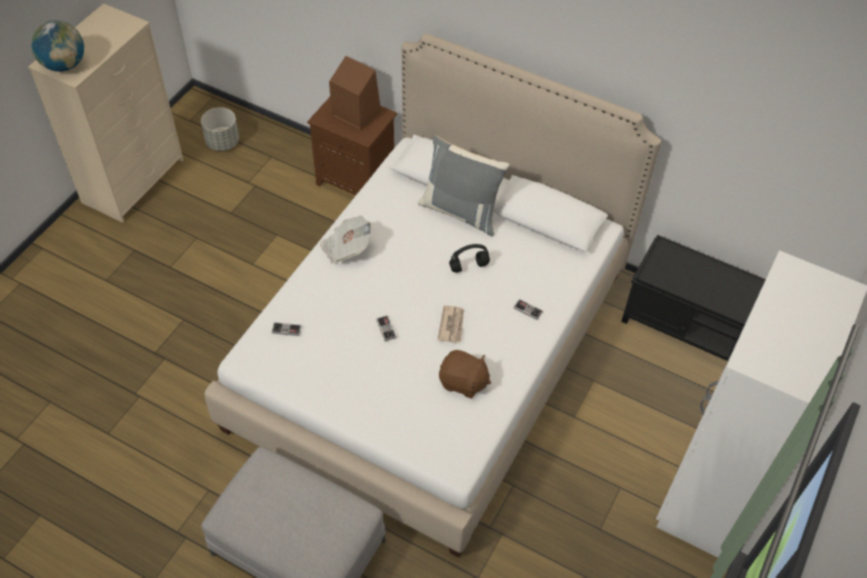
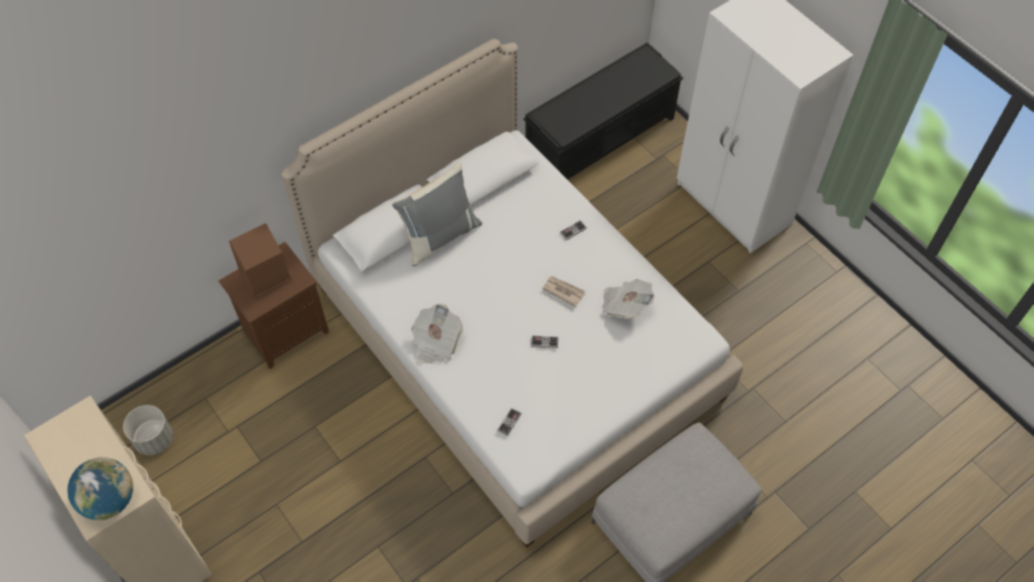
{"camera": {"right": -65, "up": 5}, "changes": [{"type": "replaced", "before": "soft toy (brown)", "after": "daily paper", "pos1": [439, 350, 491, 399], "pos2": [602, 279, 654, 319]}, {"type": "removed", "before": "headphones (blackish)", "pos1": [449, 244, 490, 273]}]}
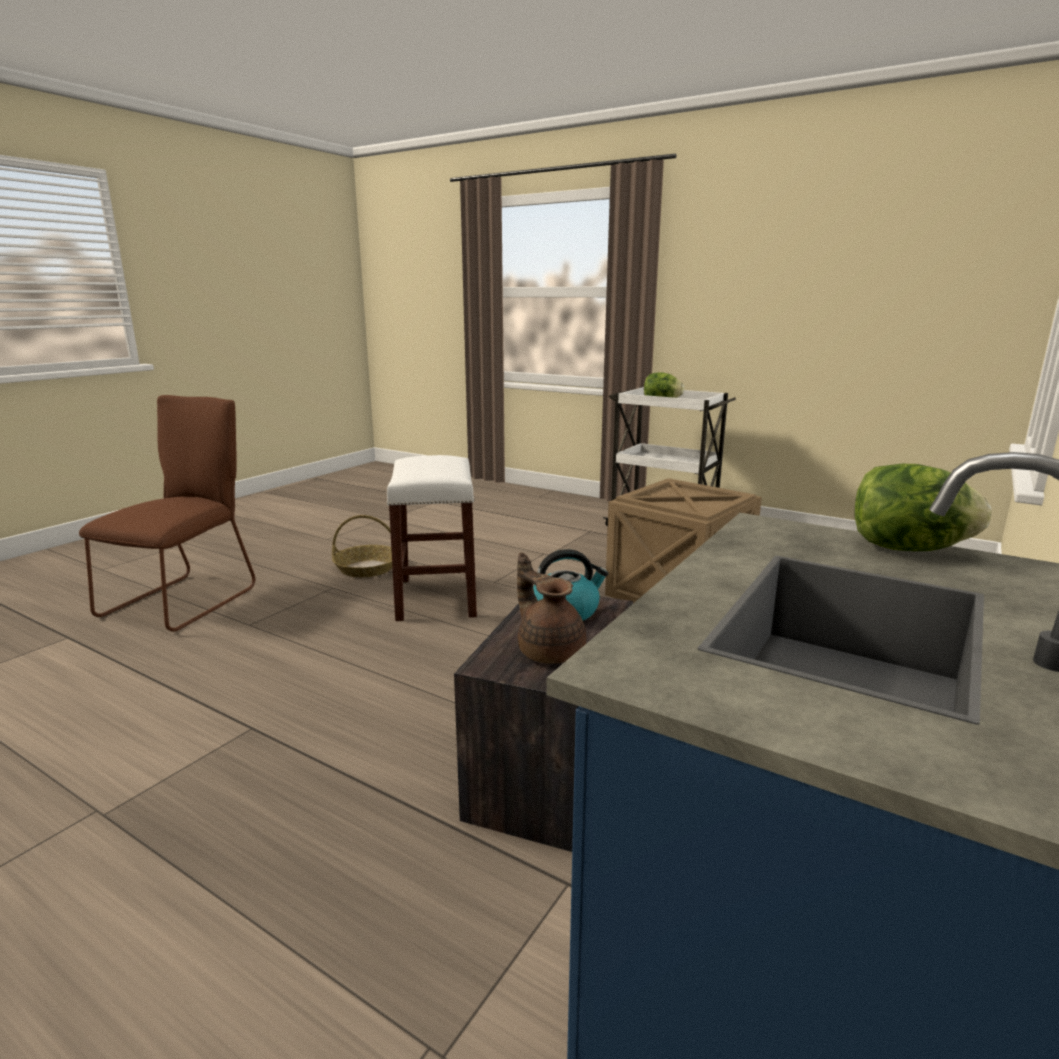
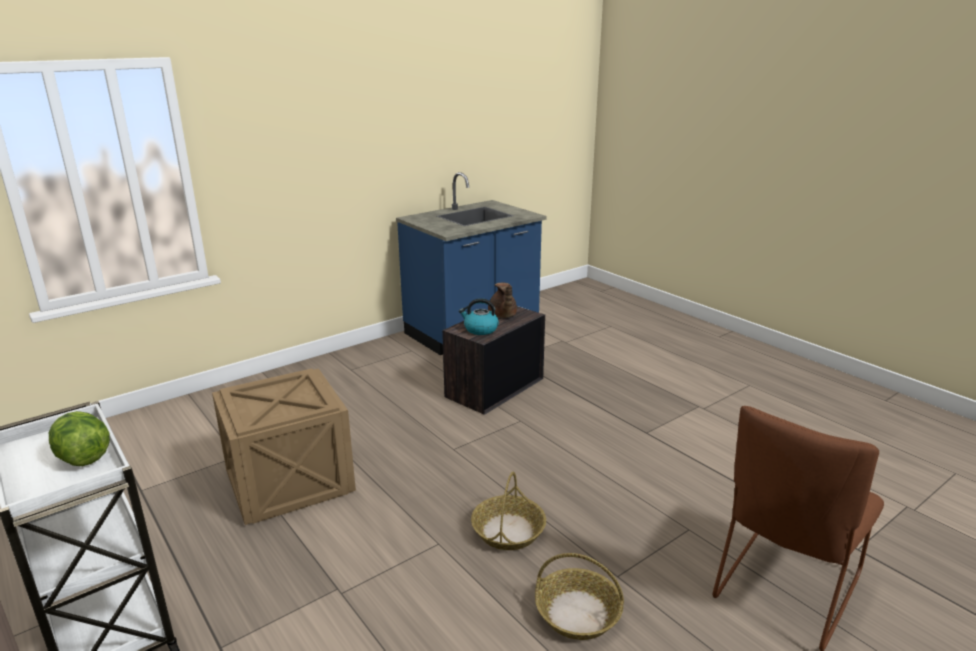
{"camera": {"right": -160, "up": 5}, "changes": [{"type": "replaced", "before": "sitting stool (whitish)", "after": "storage basket", "pos1": [386, 455, 477, 621], "pos2": [471, 472, 546, 550]}, {"type": "removed", "before": "lettuce head", "pos1": [855, 464, 991, 551]}]}
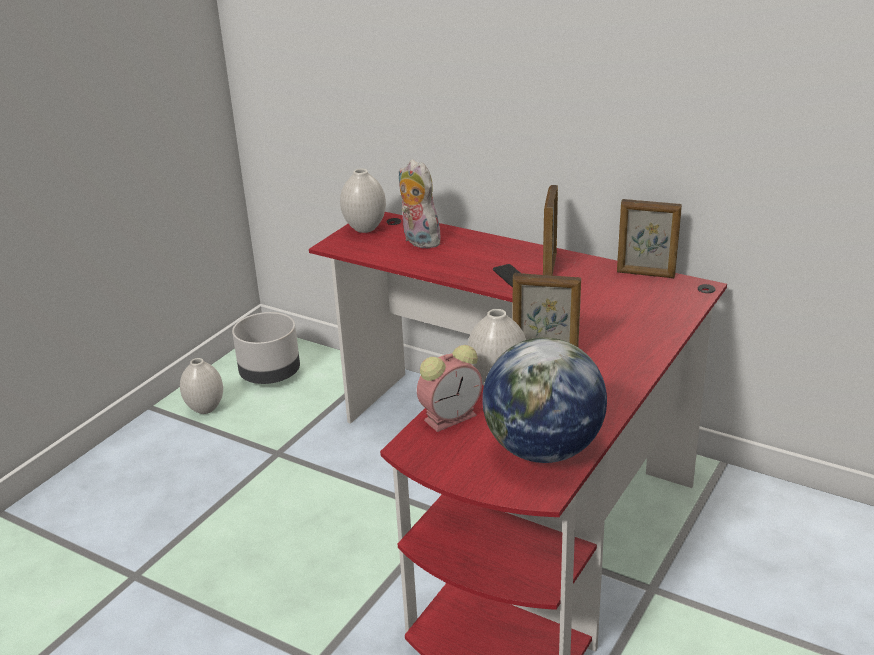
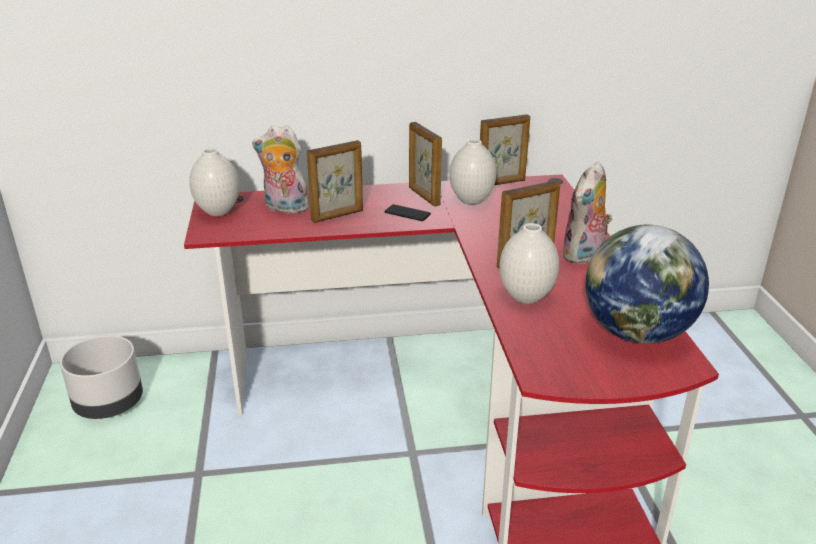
{"camera": {"right": -40, "up": 0}, "changes": [{"type": "moved", "before": "flower vase (whitish)", "pos1": [180, 358, 223, 414], "pos2": [449, 139, 496, 205]}, {"type": "removed", "before": "alarm clock", "pos1": [417, 345, 482, 432]}, {"type": "added", "after": "standing frame", "pos2": [307, 140, 363, 223]}, {"type": "added", "after": "soft toy", "pos2": [561, 161, 612, 265]}]}
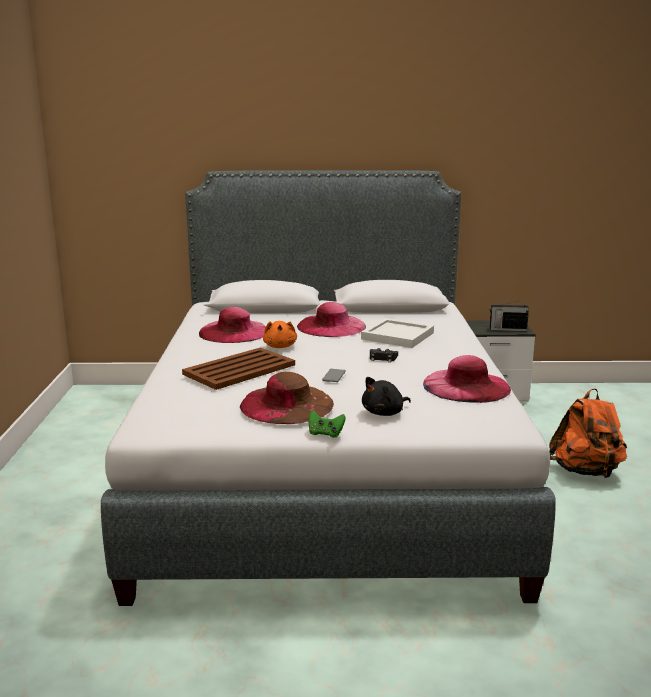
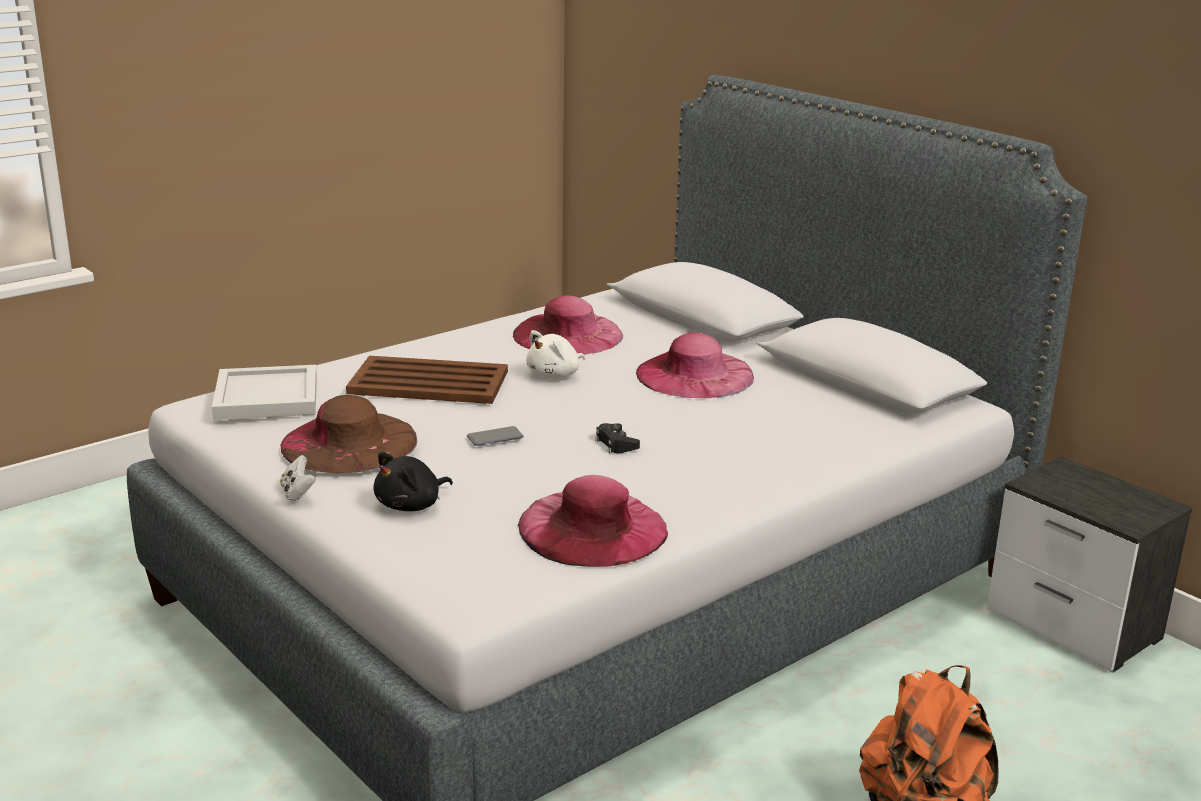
{"camera": {"right": 50, "up": 5}, "changes": [{"type": "recoloured", "before": "soft toy (orange)", "after": "soft toy (whitish)", "pos1": [263, 321, 297, 348], "pos2": [526, 330, 585, 378]}, {"type": "recoloured", "before": "gamepad (green-coloured)", "after": "gamepad (whitish)", "pos1": [309, 410, 346, 438], "pos2": [280, 455, 316, 501]}, {"type": "moved", "before": "serving tray (whitish)", "pos1": [361, 318, 434, 348], "pos2": [212, 365, 317, 420]}, {"type": "turned", "before": "soft toy (blackish)", "pos1": [362, 377, 411, 416], "pos2": [373, 452, 453, 511], "turn": -60}, {"type": "removed", "before": "radio set", "pos1": [490, 301, 529, 331]}]}
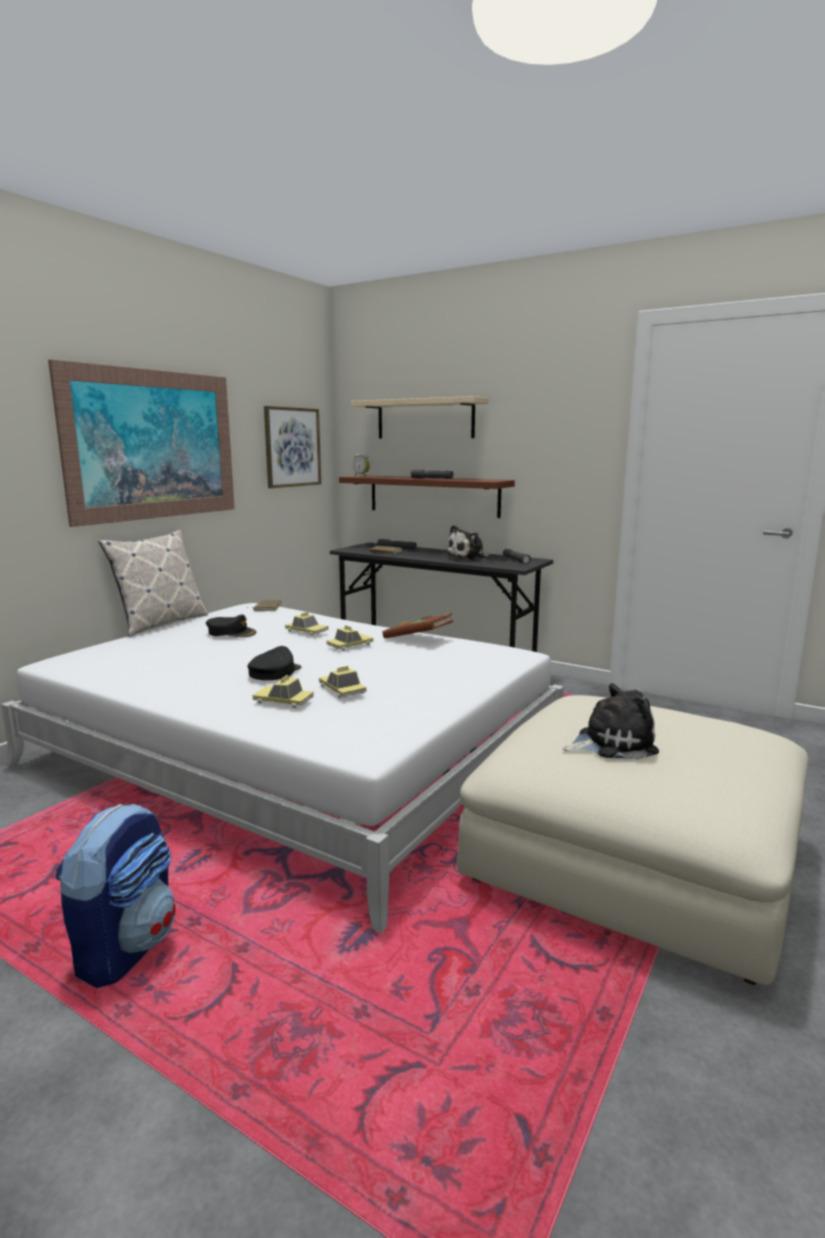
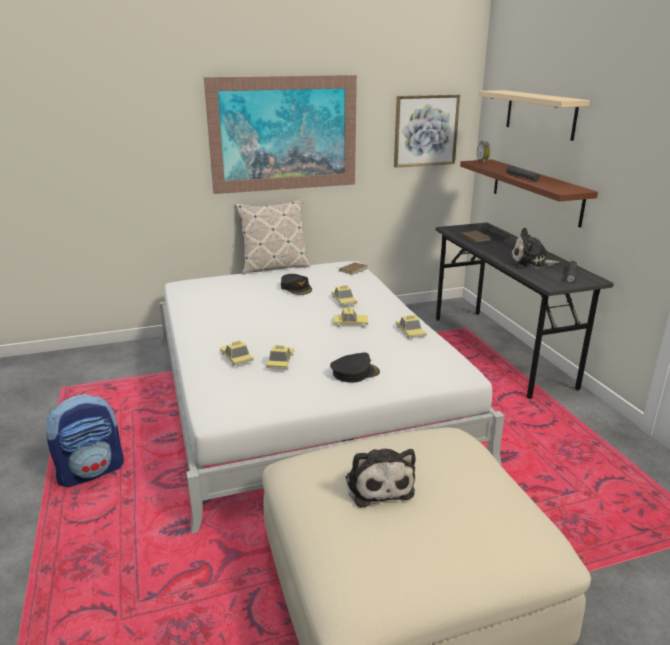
{"camera": {"right": 40, "up": 10}, "changes": [{"type": "moved", "before": "baseball cap (blackish)", "pos1": [247, 646, 301, 680], "pos2": [330, 352, 380, 383]}, {"type": "replaced", "before": "book (brown)", "after": "model car", "pos1": [382, 613, 453, 638], "pos2": [396, 315, 427, 339]}, {"type": "turned", "before": "soft toy", "pos1": [563, 683, 659, 759], "pos2": [346, 449, 416, 507], "turn": 45}]}
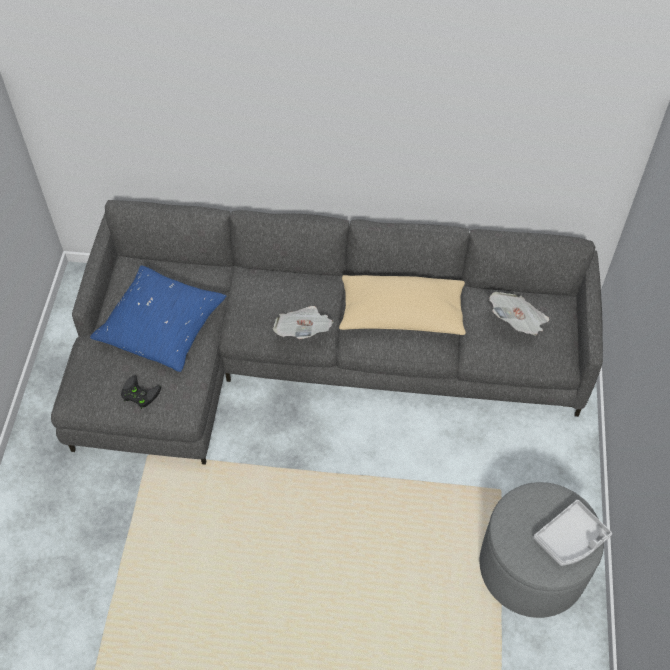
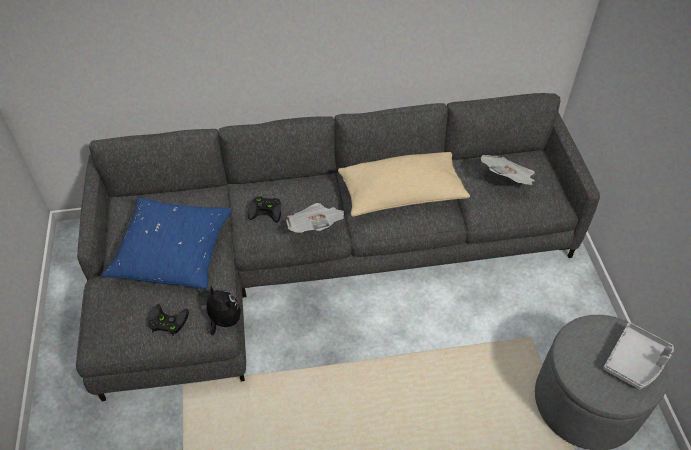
{"camera": {"right": -15, "up": -5}, "changes": [{"type": "added", "after": "soft toy", "pos2": [201, 286, 241, 335]}, {"type": "added", "after": "gamepad (blackish)", "pos2": [248, 197, 281, 223]}]}
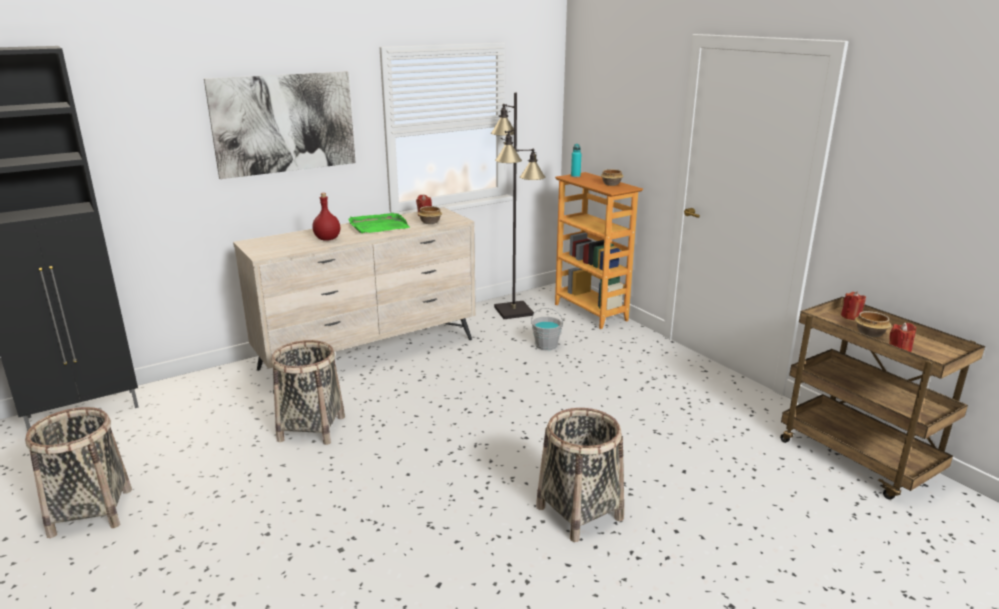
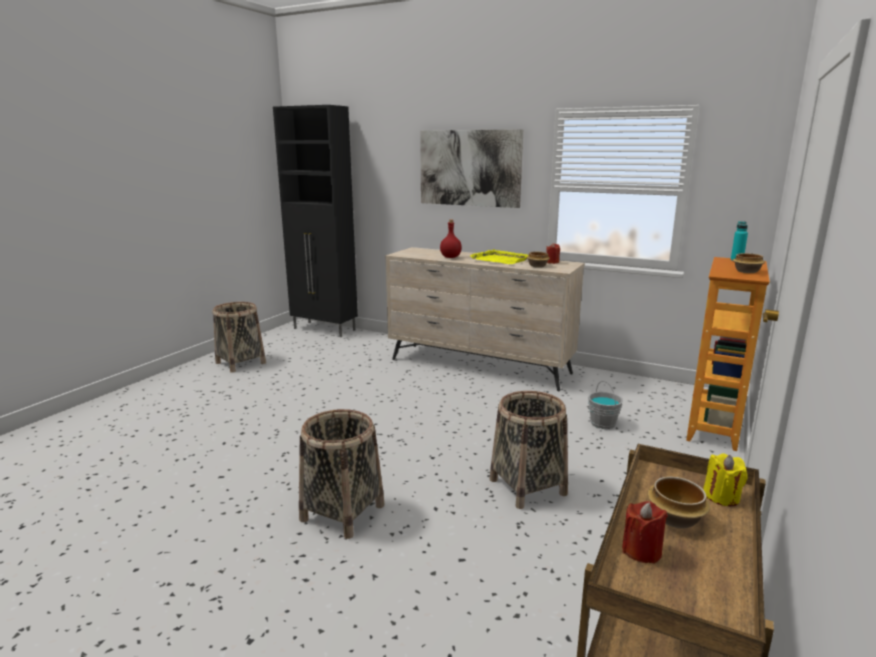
{"camera": {"right": 60, "up": -5}, "changes": [{"type": "moved", "before": "storage basket", "pos1": [271, 340, 345, 445], "pos2": [490, 391, 568, 509]}, {"type": "recoloured", "before": "serving tray (green-coloured)", "after": "serving tray (yellow-coloured)", "pos1": [348, 213, 410, 233], "pos2": [470, 249, 529, 264]}, {"type": "removed", "before": "standing lamp (blackish)", "pos1": [491, 93, 546, 319]}, {"type": "recoloured", "before": "wax candle (reddish)", "after": "wax candle (yellow-coloured)", "pos1": [841, 291, 866, 320], "pos2": [703, 454, 748, 506]}]}
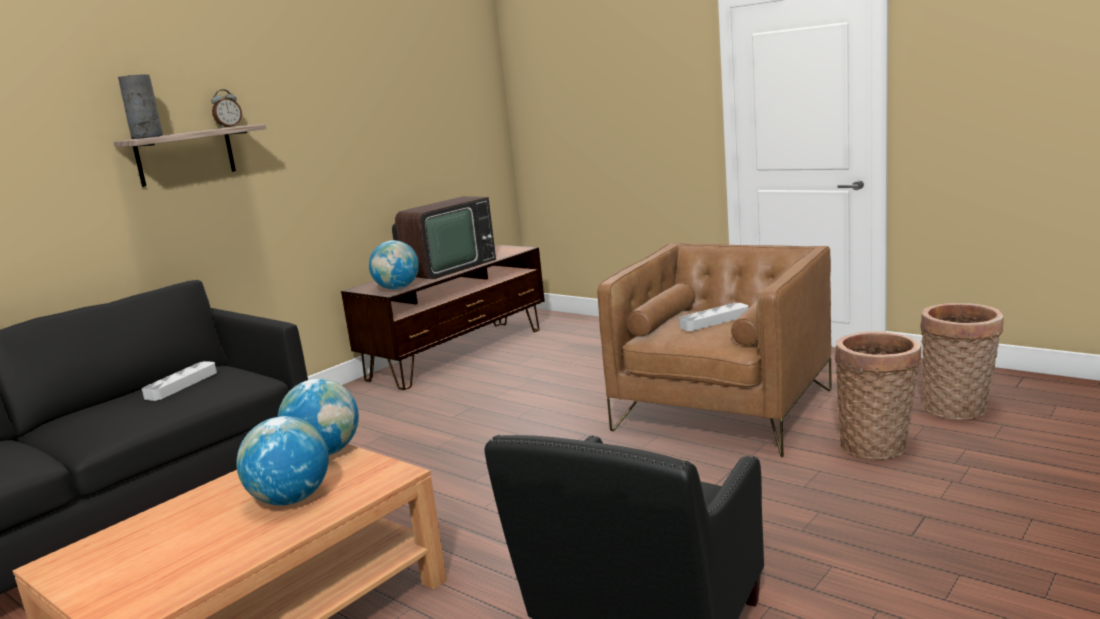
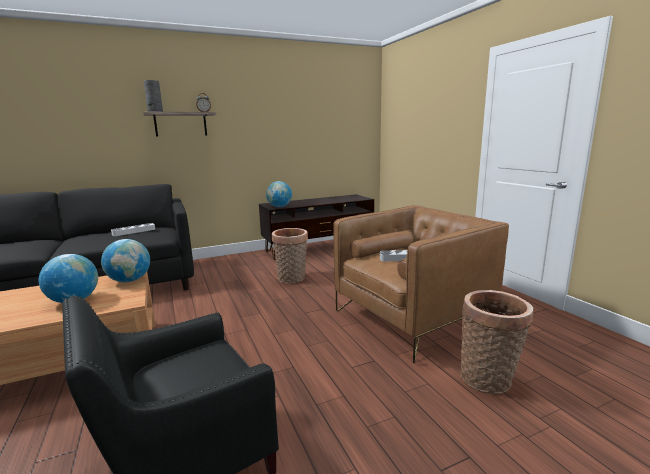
{"camera": {"right": 25, "up": 0}, "changes": [{"type": "removed", "before": "TV set", "pos1": [392, 196, 496, 279]}, {"type": "moved", "before": "storage basket", "pos1": [920, 303, 1004, 420], "pos2": [272, 228, 308, 283]}]}
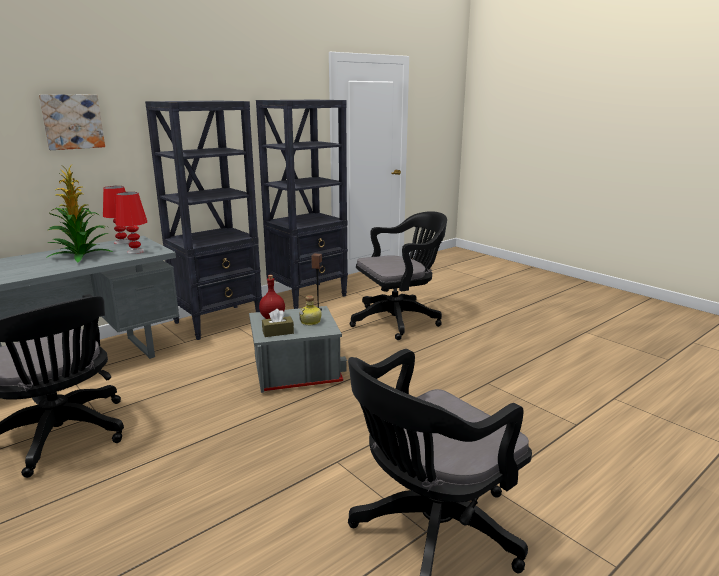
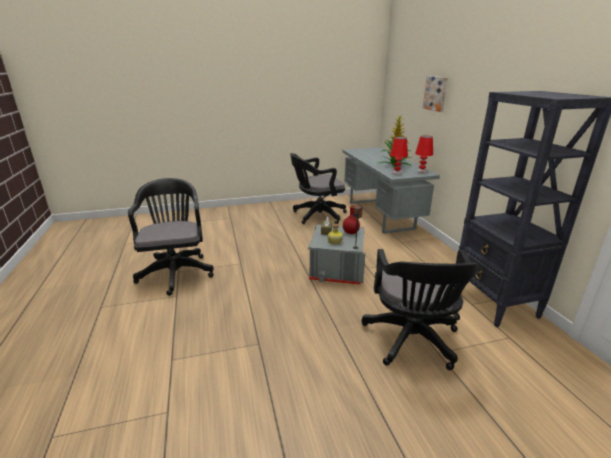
{"camera": {"right": 115, "up": 5}, "changes": [{"type": "removed", "before": "shelving unit (blackish)", "pos1": [145, 101, 262, 340]}]}
